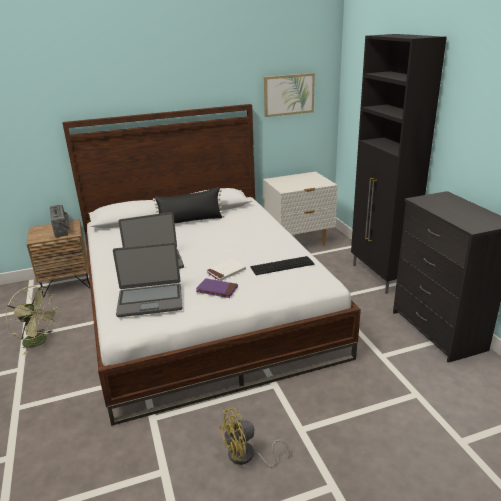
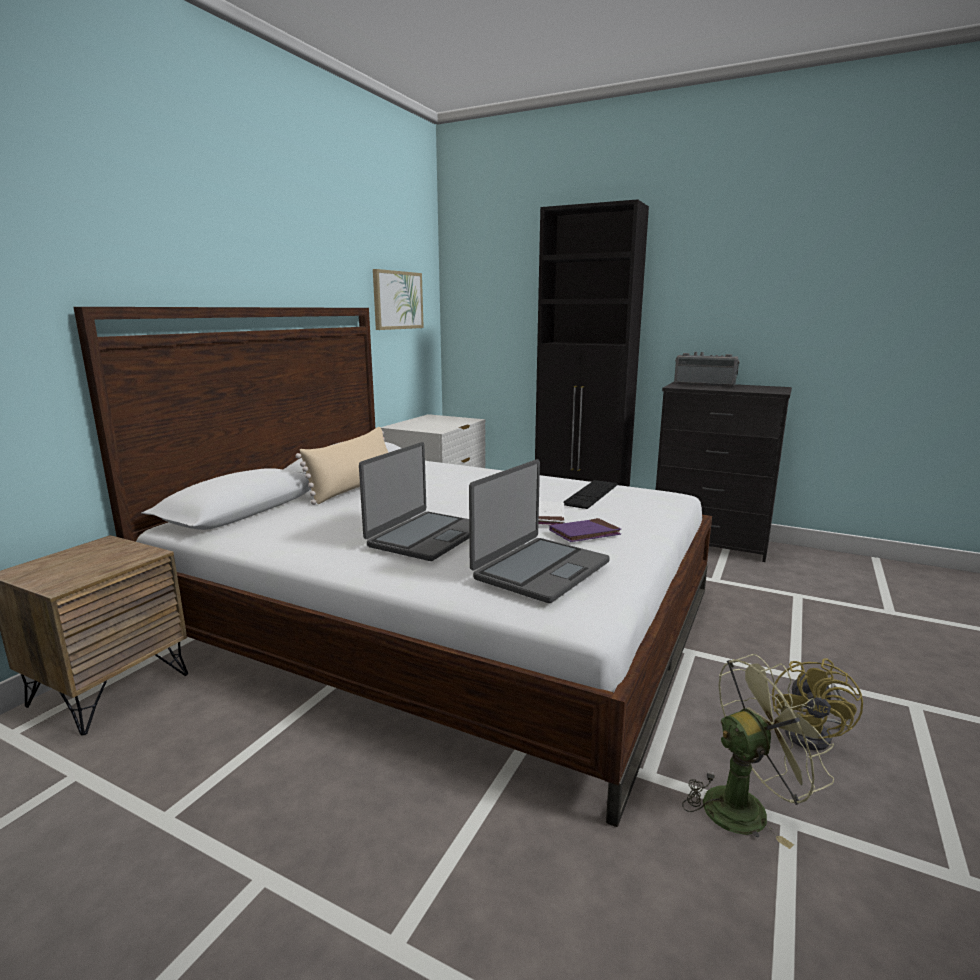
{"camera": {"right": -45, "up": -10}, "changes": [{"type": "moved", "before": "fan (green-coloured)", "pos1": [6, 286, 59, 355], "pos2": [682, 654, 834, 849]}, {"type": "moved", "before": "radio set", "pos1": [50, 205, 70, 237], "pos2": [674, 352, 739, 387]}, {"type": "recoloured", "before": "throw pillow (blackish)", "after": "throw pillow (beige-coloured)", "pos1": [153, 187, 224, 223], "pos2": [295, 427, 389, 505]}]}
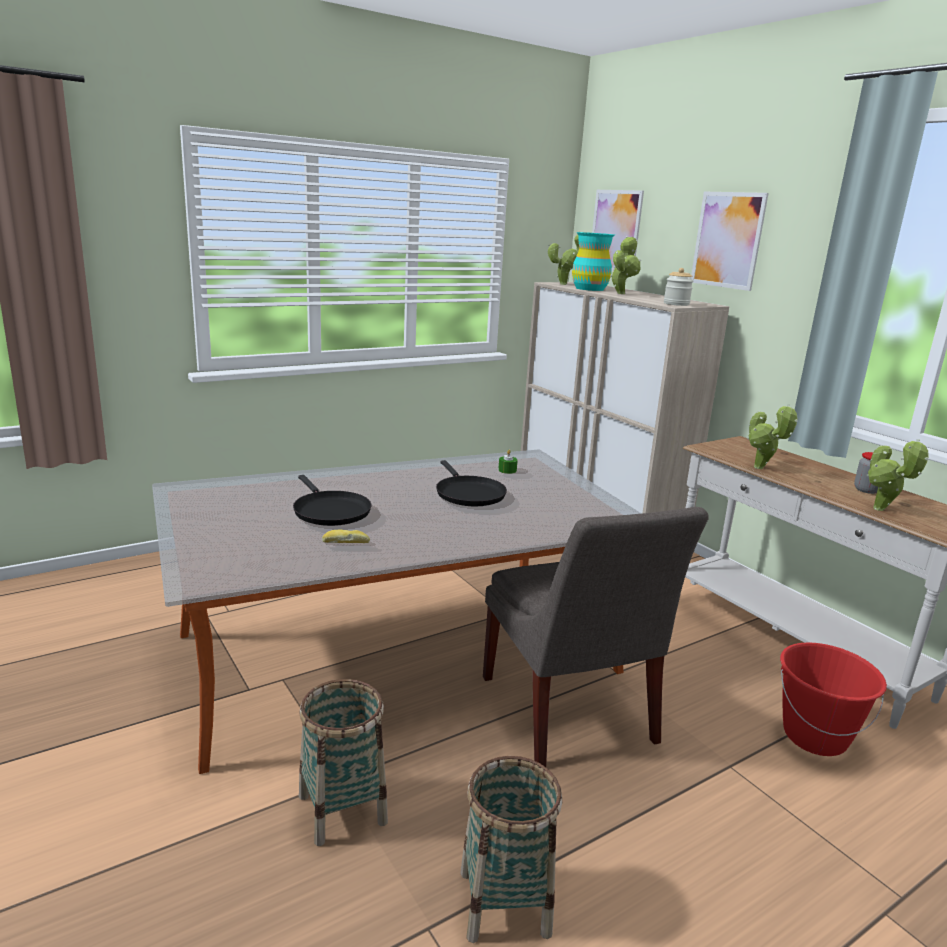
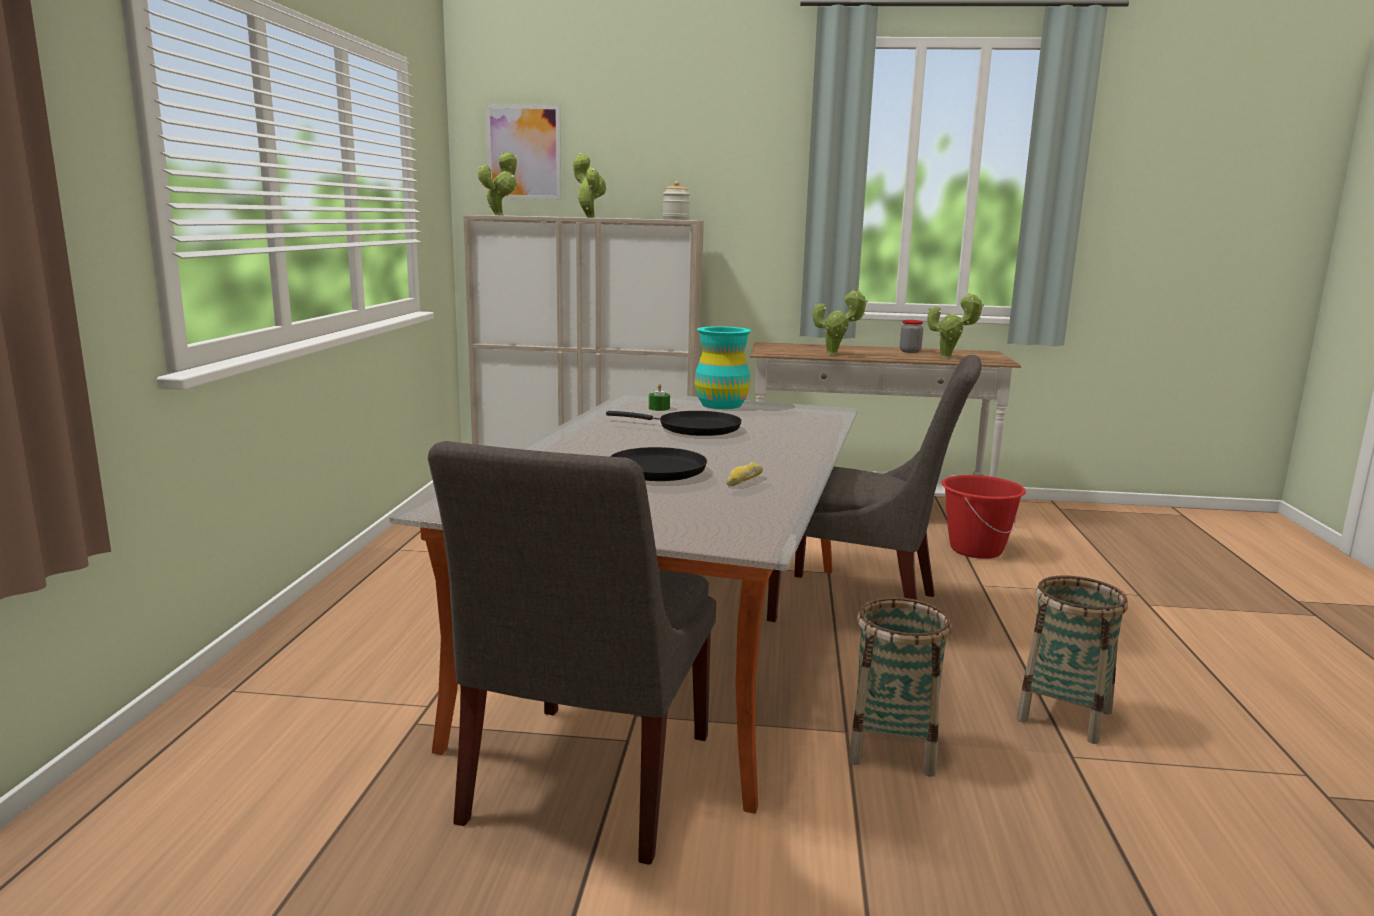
{"camera": {"right": -50, "up": -5}, "changes": [{"type": "moved", "before": "flower vase (turquoise)", "pos1": [572, 232, 615, 291], "pos2": [695, 326, 752, 409]}, {"type": "removed", "before": "wall picture", "pos1": [691, 192, 769, 291]}, {"type": "added", "after": "chair (grey)", "pos2": [428, 441, 716, 865]}]}
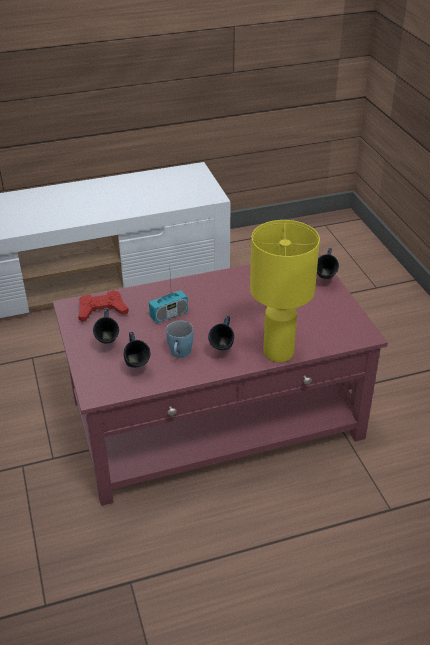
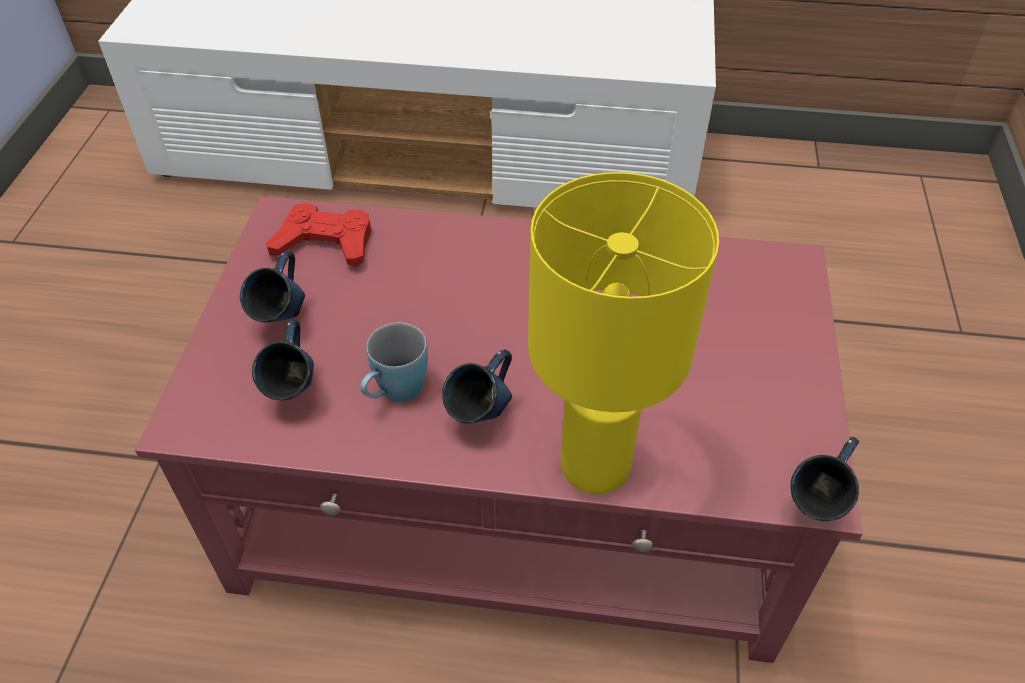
{"camera": {"right": 25, "up": 10}, "changes": [{"type": "removed", "before": "radio set", "pos1": [149, 276, 188, 323]}, {"type": "moved", "before": "tea mug (bluish)", "pos1": [317, 248, 339, 279], "pos2": [790, 437, 859, 521]}]}
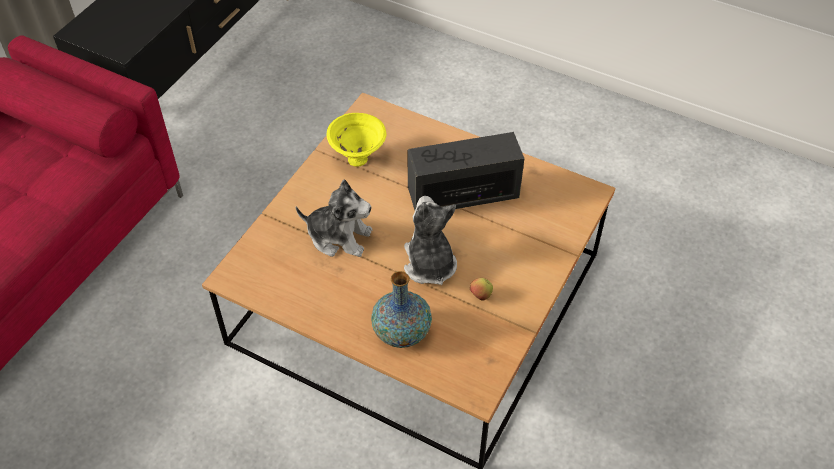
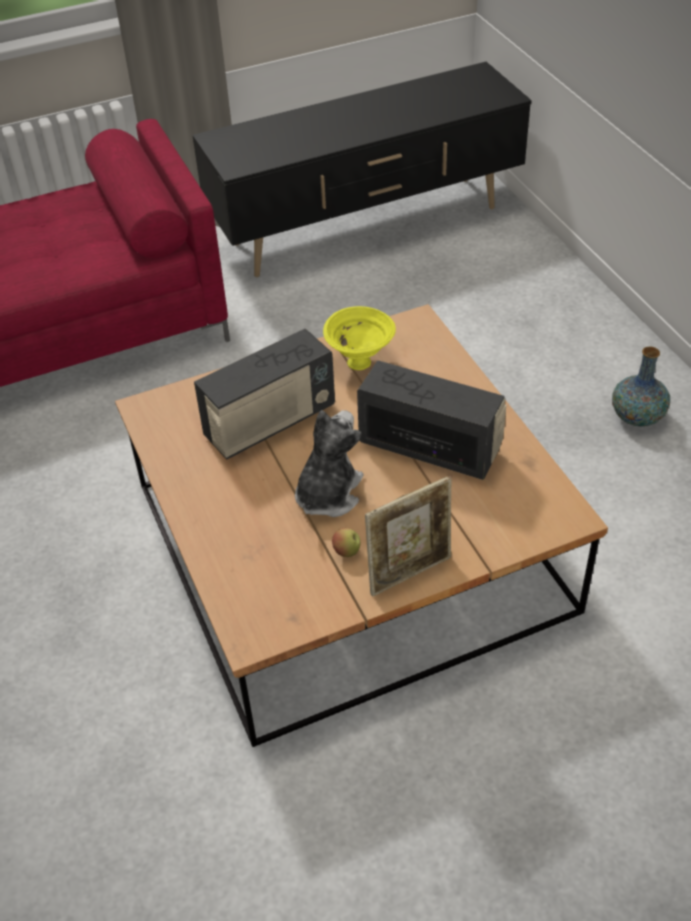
{"camera": {"right": 40, "up": -5}, "changes": [{"type": "replaced", "before": "soft toy", "after": "radio set", "pos1": [296, 180, 372, 257], "pos2": [194, 329, 335, 460]}, {"type": "moved", "before": "flower vase", "pos1": [371, 271, 432, 348], "pos2": [612, 346, 670, 427]}, {"type": "added", "after": "standing frame", "pos2": [365, 476, 452, 597]}]}
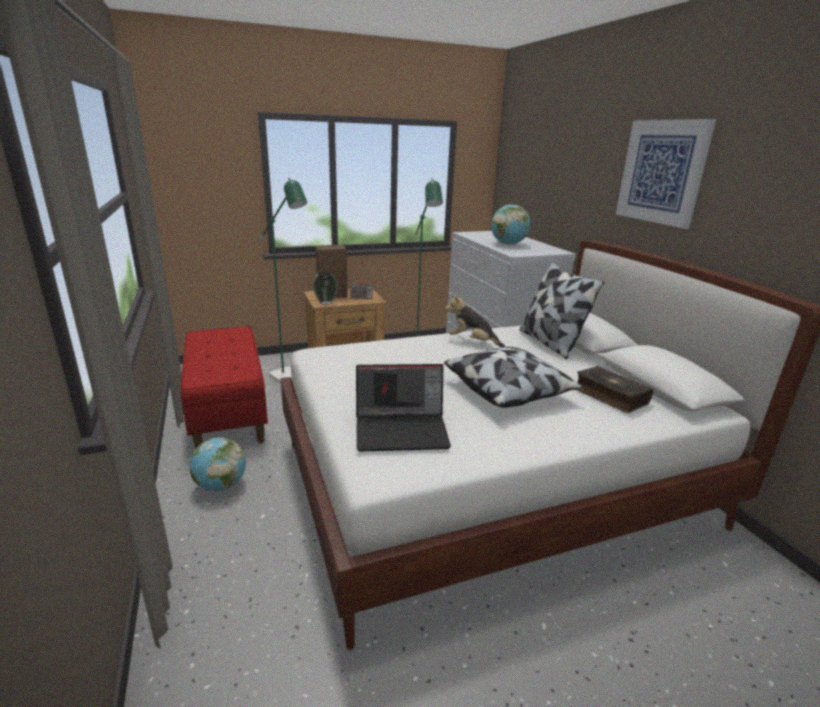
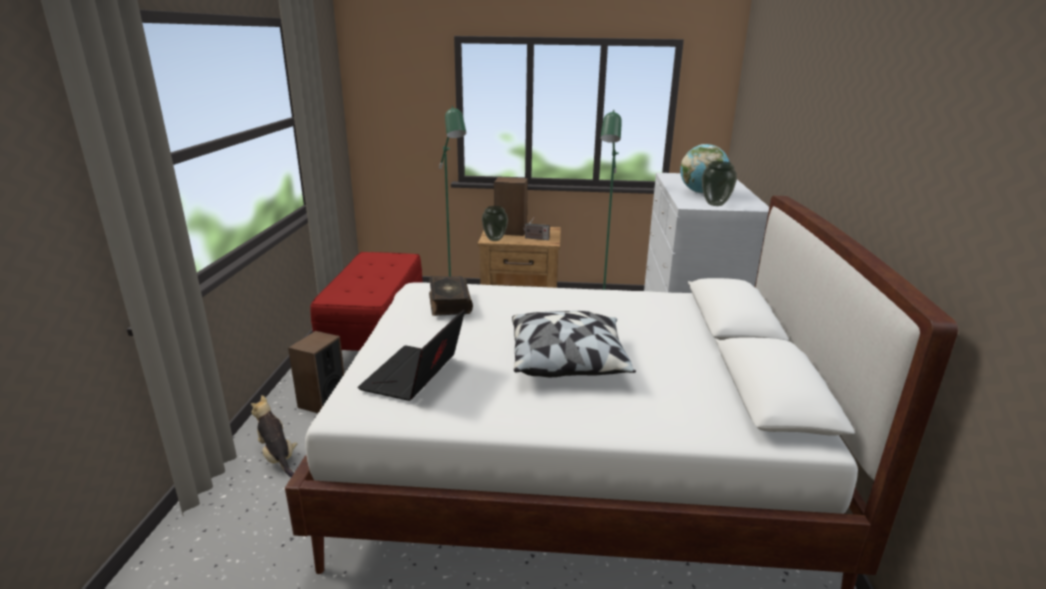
{"camera": {"right": 25, "up": 0}, "changes": [{"type": "replaced", "before": "globe", "after": "speaker", "pos1": [190, 437, 246, 491], "pos2": [288, 331, 344, 413]}, {"type": "turned", "before": "laptop", "pos1": [356, 364, 451, 452], "pos2": [357, 309, 465, 401], "turn": 90}, {"type": "moved", "before": "soft toy", "pos1": [445, 293, 505, 347], "pos2": [251, 395, 297, 477]}, {"type": "removed", "before": "throw pillow", "pos1": [520, 261, 604, 359]}, {"type": "moved", "before": "book", "pos1": [575, 366, 653, 413], "pos2": [429, 276, 473, 316]}, {"type": "removed", "before": "wall picture", "pos1": [616, 119, 716, 229]}, {"type": "added", "after": "flower vase", "pos2": [702, 161, 737, 206]}]}
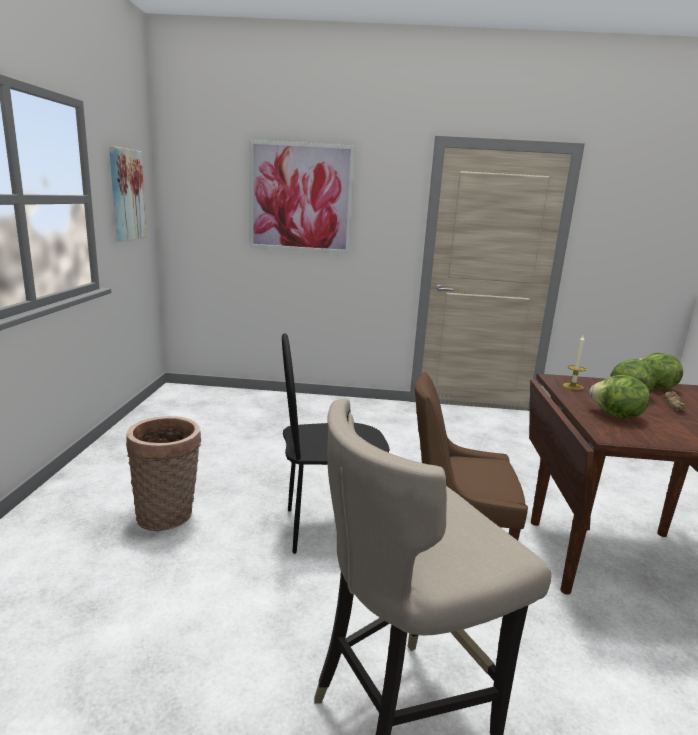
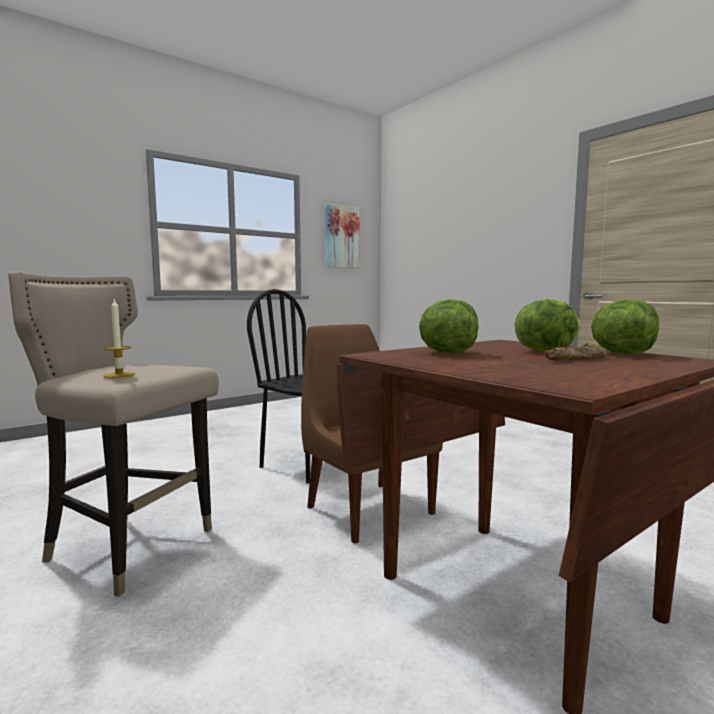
{"camera": {"right": 50, "up": -10}, "changes": [{"type": "removed", "before": "storage basket", "pos1": [126, 416, 201, 531]}, {"type": "removed", "before": "wall picture", "pos1": [249, 140, 355, 254]}, {"type": "moved", "before": "wax candle", "pos1": [563, 336, 586, 390], "pos2": [103, 300, 135, 378]}]}
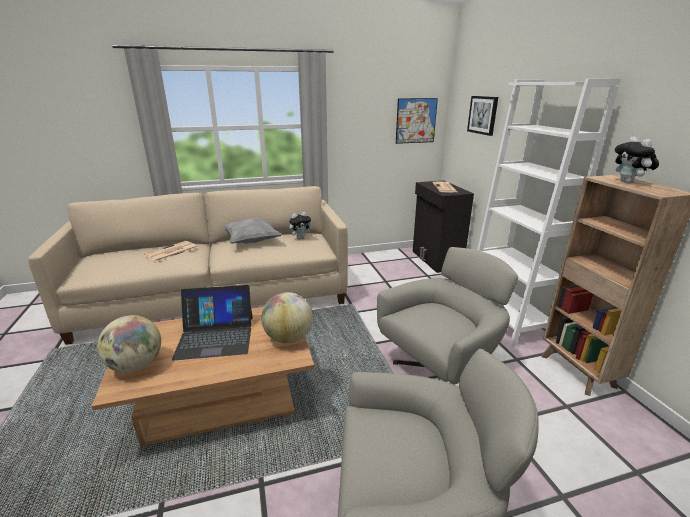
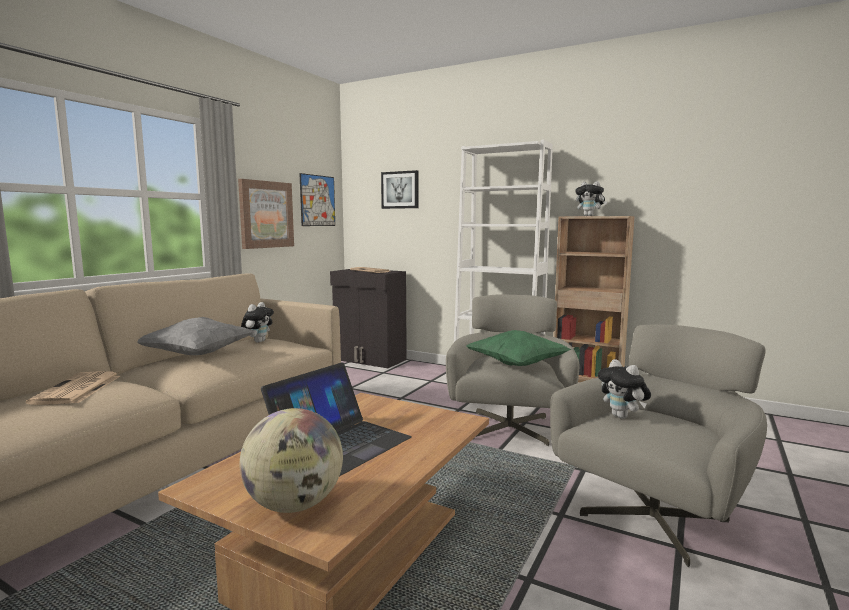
{"camera": {"right": -45, "up": -15}, "changes": [{"type": "removed", "before": "globe", "pos1": [261, 292, 312, 343]}, {"type": "added", "after": "wall picture", "pos2": [238, 179, 294, 249]}, {"type": "added", "after": "throw pillow (green-coloured)", "pos2": [467, 330, 572, 366]}, {"type": "added", "after": "soft toy", "pos2": [598, 359, 651, 419]}]}
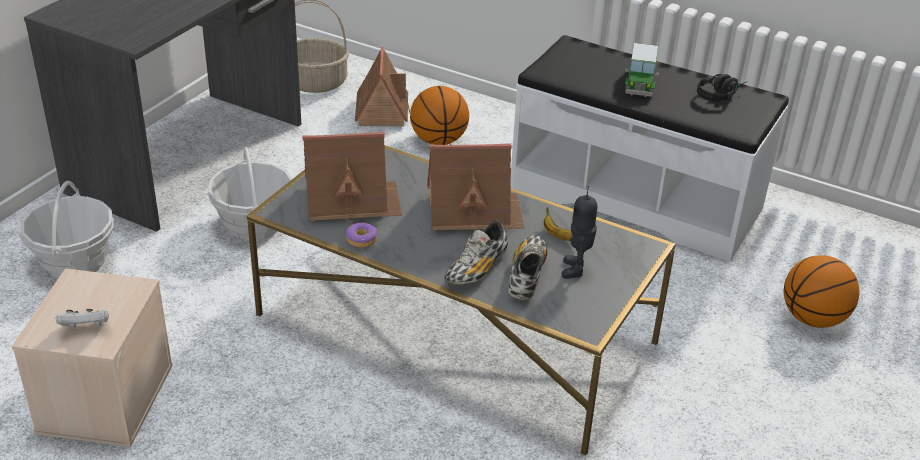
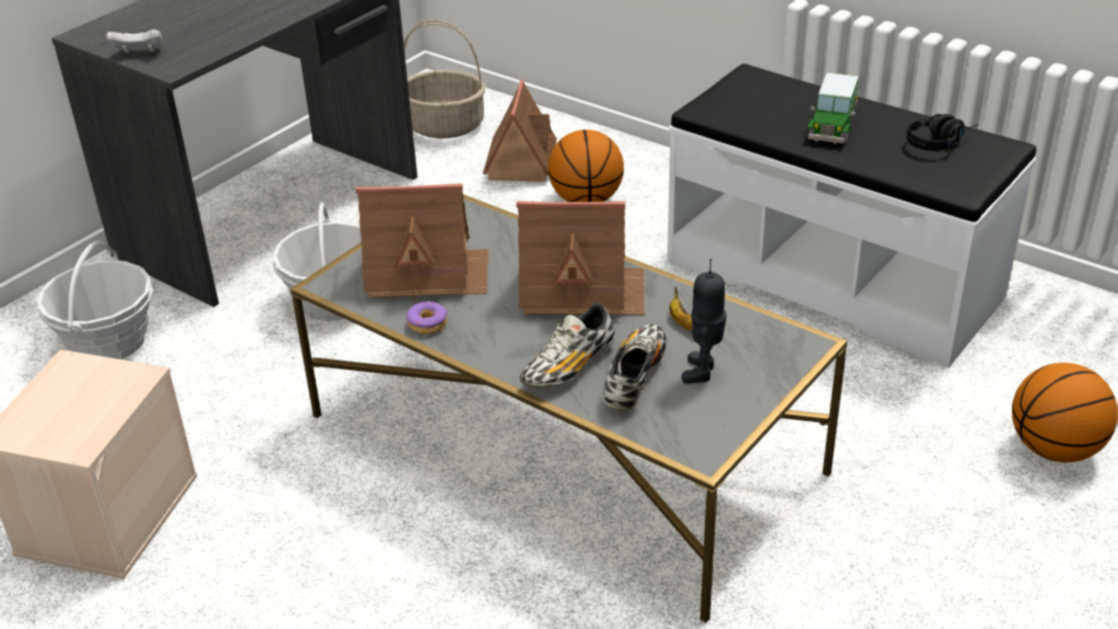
{"camera": {"right": 10, "up": 0}, "changes": [{"type": "moved", "before": "gamepad (whitish)", "pos1": [56, 309, 109, 329], "pos2": [106, 29, 162, 53]}]}
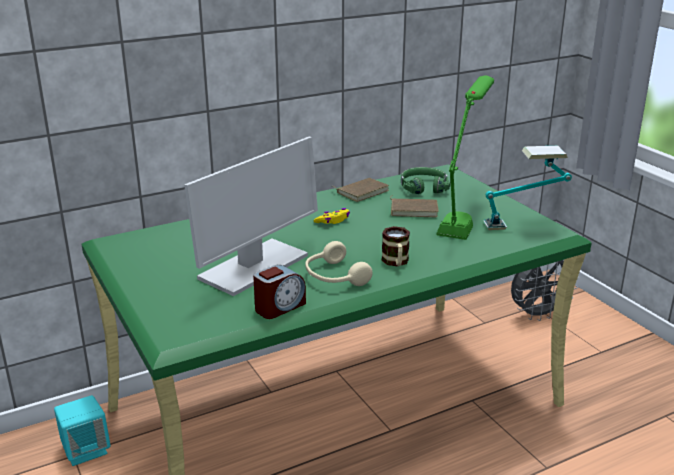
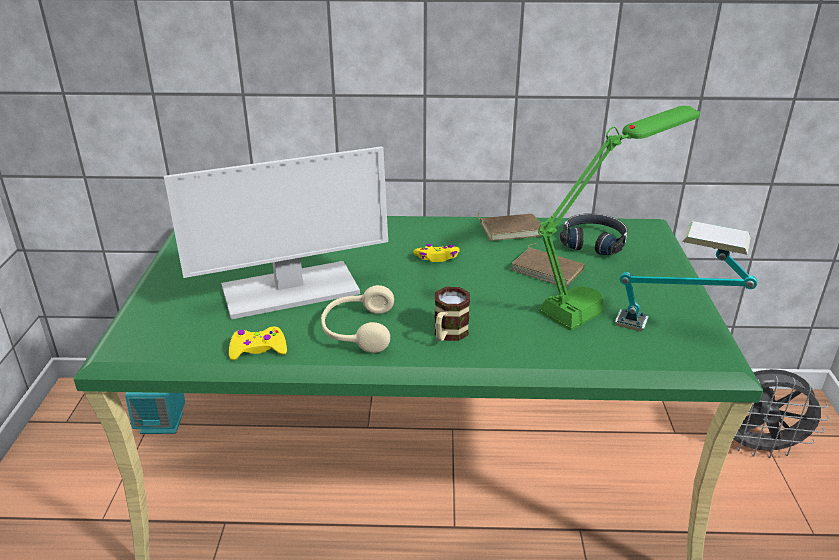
{"camera": {"right": 30, "up": 5}, "changes": [{"type": "replaced", "before": "alarm clock", "after": "gamepad (yellow-coloured)", "pos1": [253, 265, 306, 319], "pos2": [229, 327, 287, 360]}, {"type": "recoloured", "before": "headphones (green-coloured)", "after": "headphones (blackish)", "pos1": [401, 167, 450, 194], "pos2": [560, 213, 628, 255]}]}
